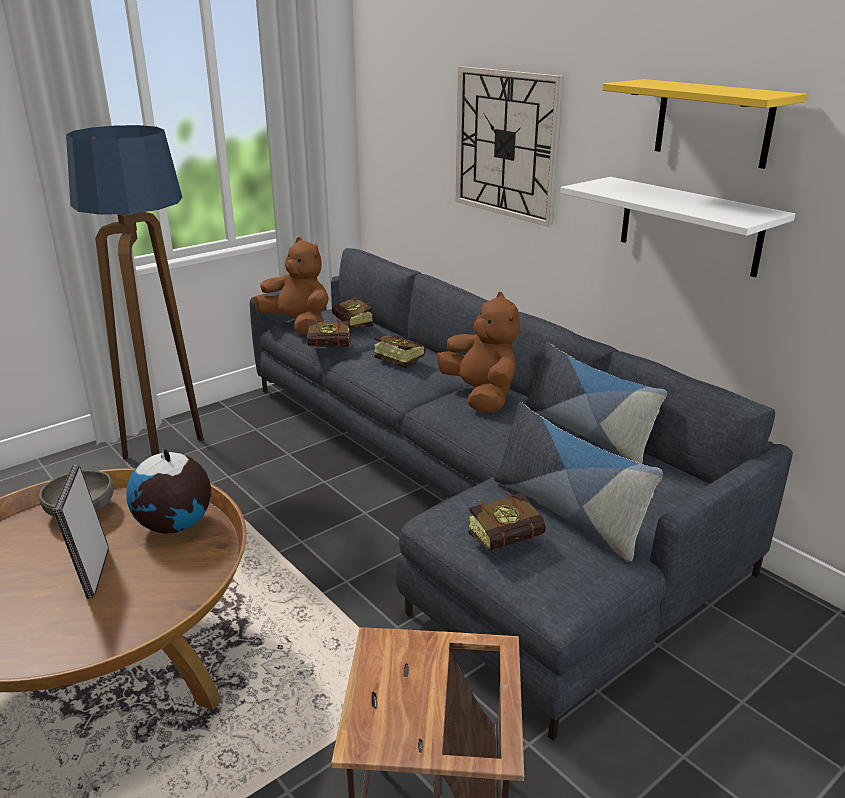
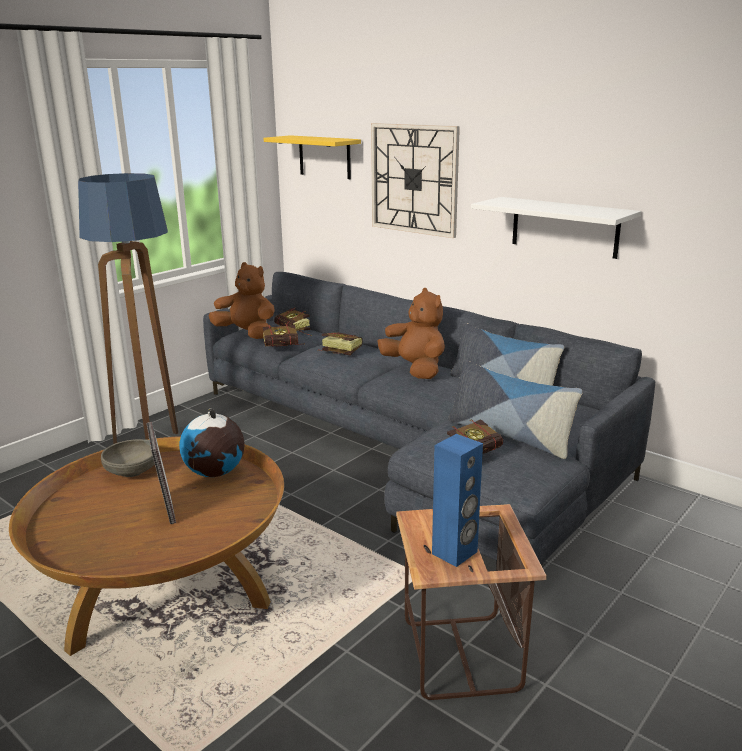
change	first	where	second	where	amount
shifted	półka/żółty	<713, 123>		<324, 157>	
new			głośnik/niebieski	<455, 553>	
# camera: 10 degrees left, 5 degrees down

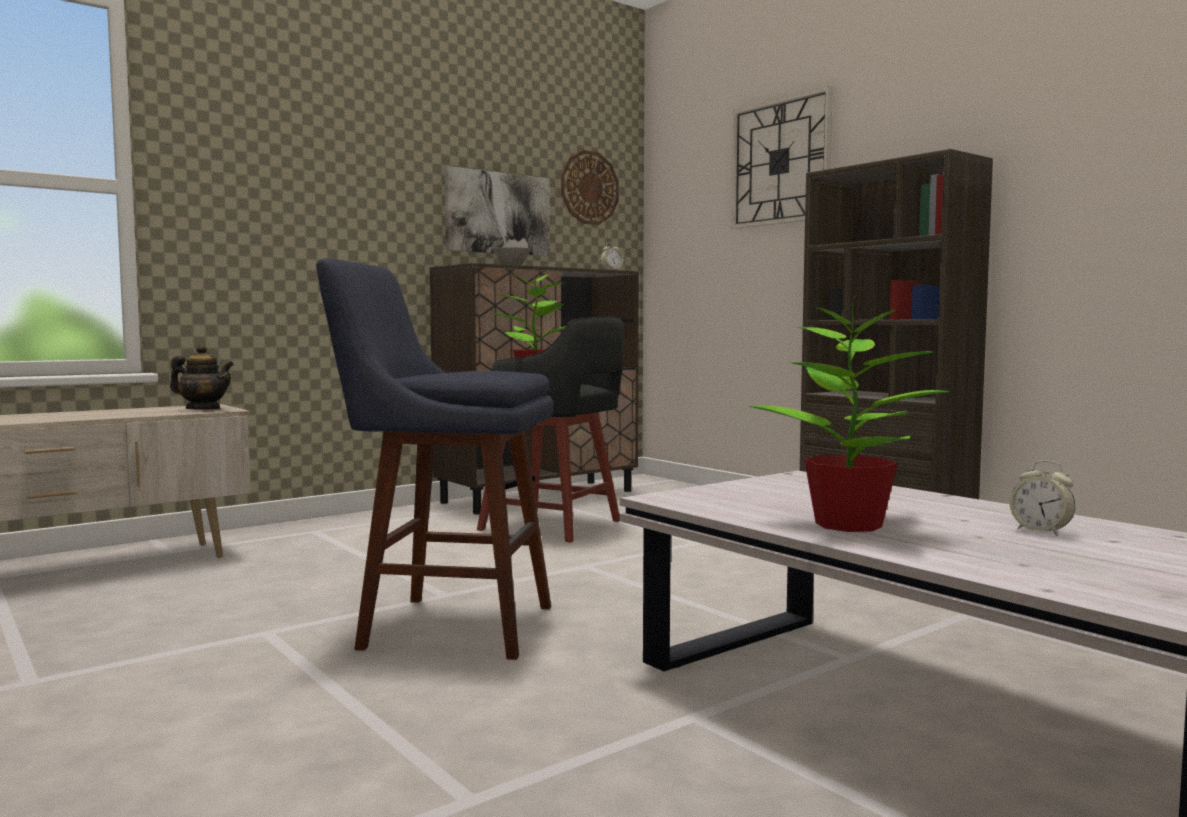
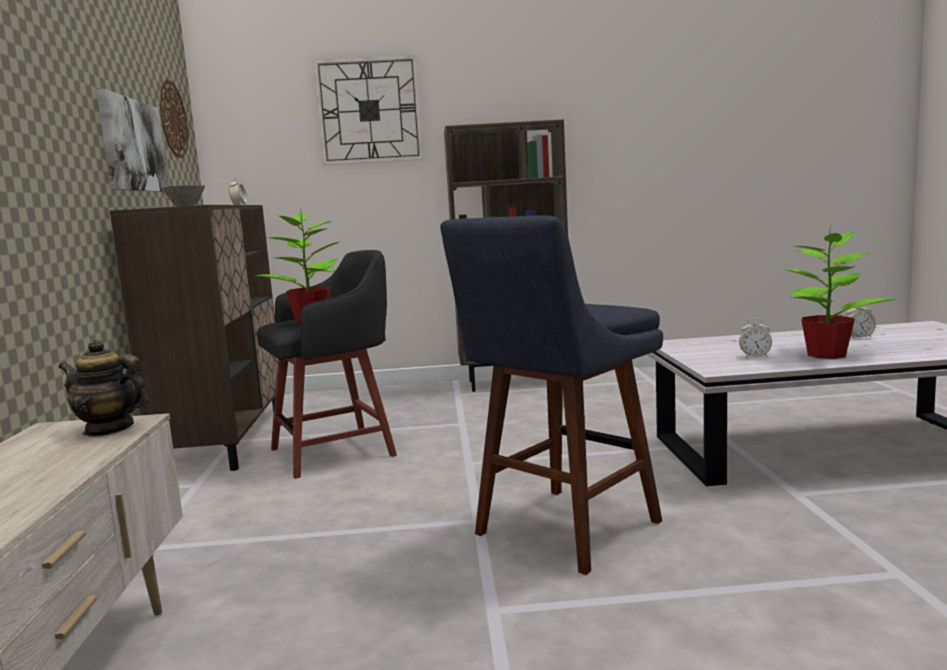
change	first	where	second	where	amount
rotated	imbryk	<203, 409>		<109, 429>	120 degrees counterclockwise
new			budzik	<755, 356>	
# camera: 55 degrees left, 5 degrees up

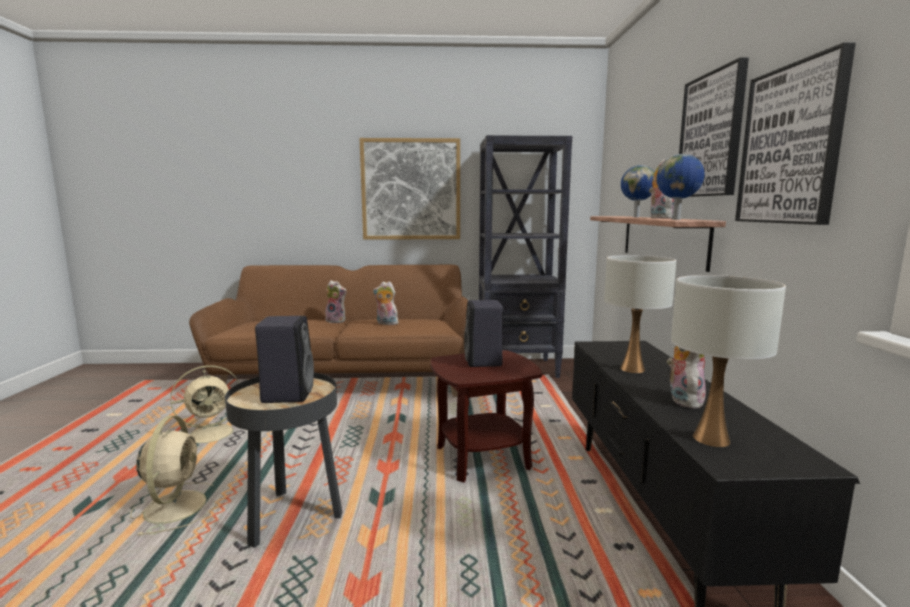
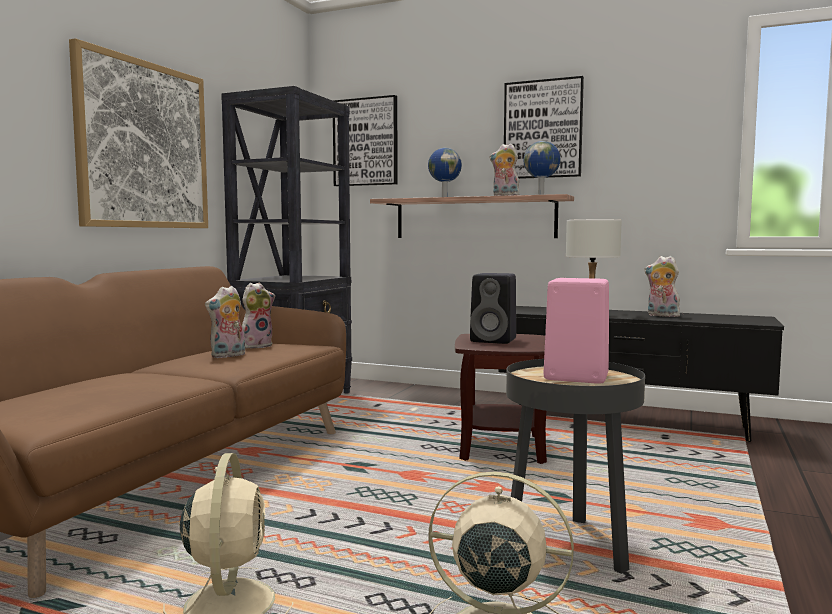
change	first	where	second	where	amount
shifted	pluszak	<337, 321>		<257, 346>	
shifted	obraz	<791, 145>		<366, 142>	
repainted	głośnik/czarny	<288, 394>	głośnik/różowy	<573, 377>	
gone	lampa stołowa/biały	<711, 439>			
# camera: 65 degrees left, 5 degrees down

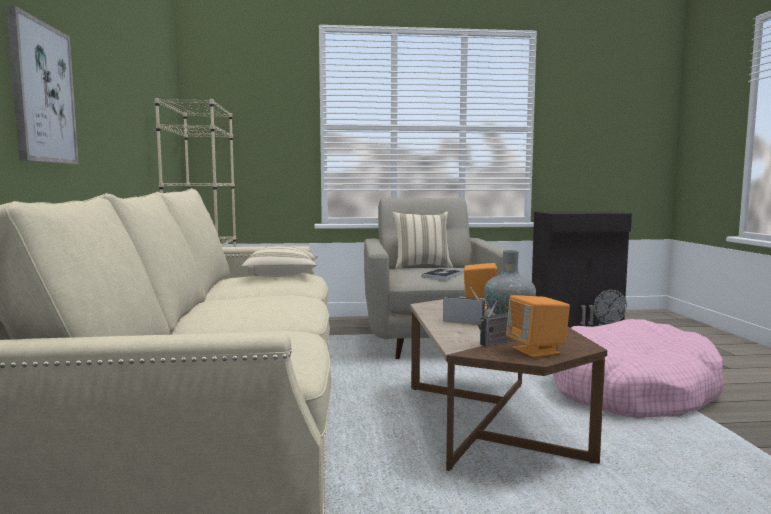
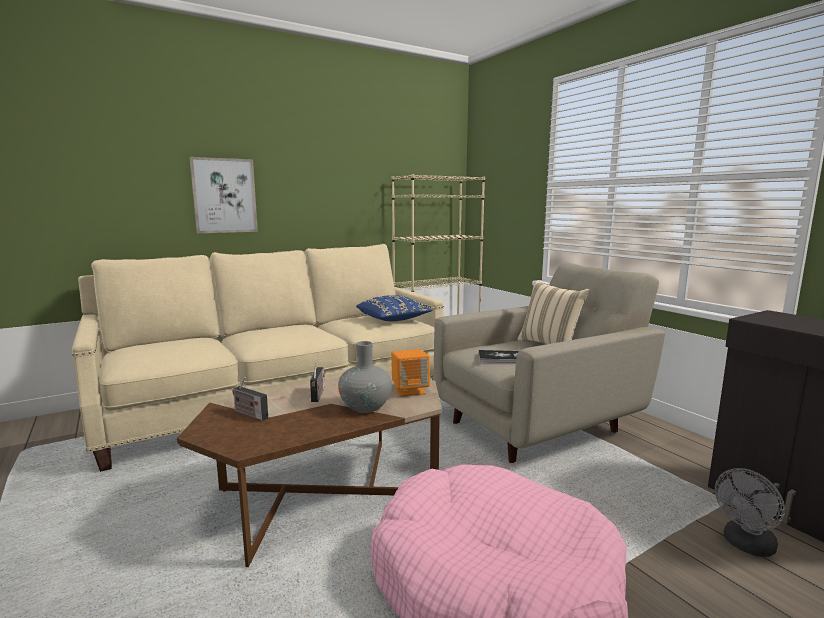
change	first	where	second	where	amount
repainted	poduszka/beżowy	<282, 275>	poduszka/niebieski	<393, 320>	
gone	głośnik/pomarańczowy	<536, 351>			
# camera: 65 degrees right, 5 degrees up

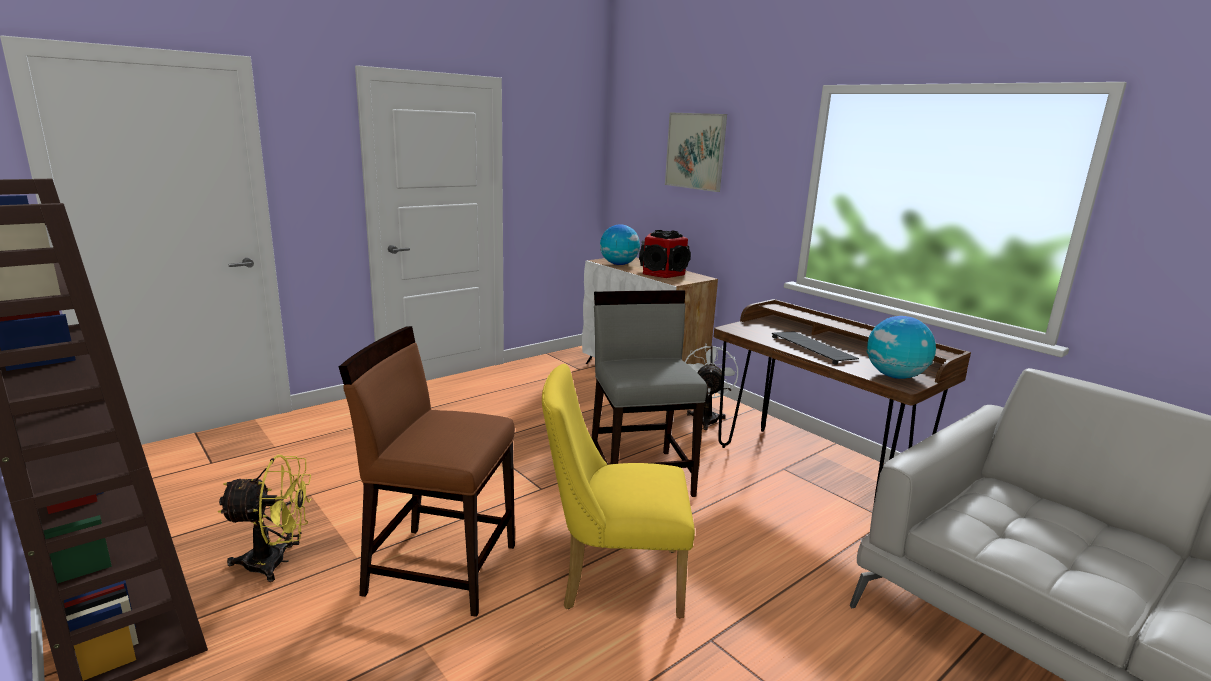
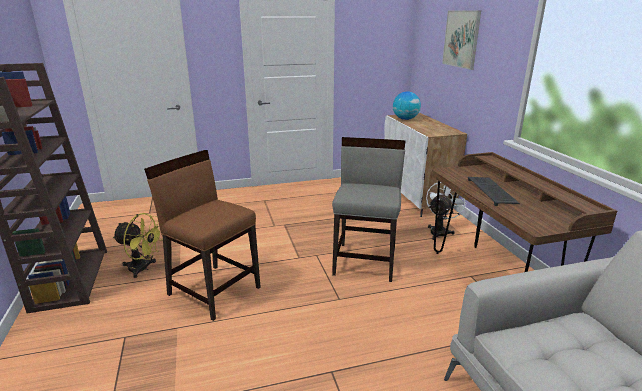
change	first	where	second	where	amount
gone	krzesło/żółty	<611, 579>			
gone	głośnik	<662, 273>			
gone	globus	<895, 376>			
# camera: 25 degrees right, 5 degrees up

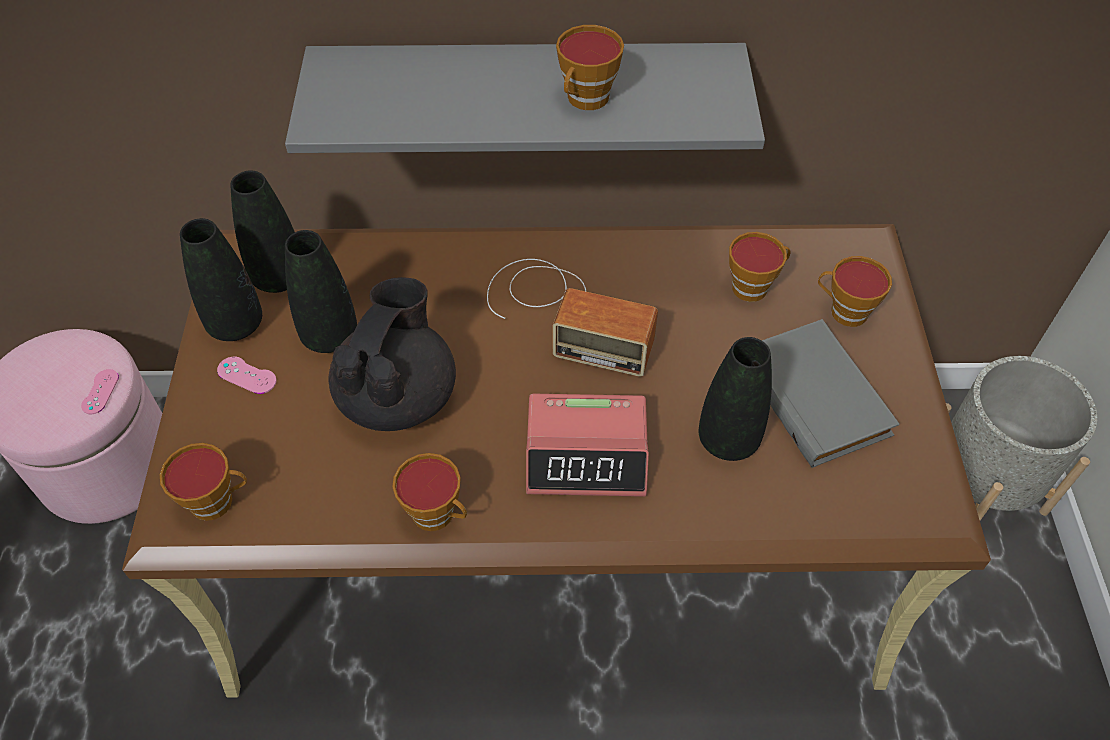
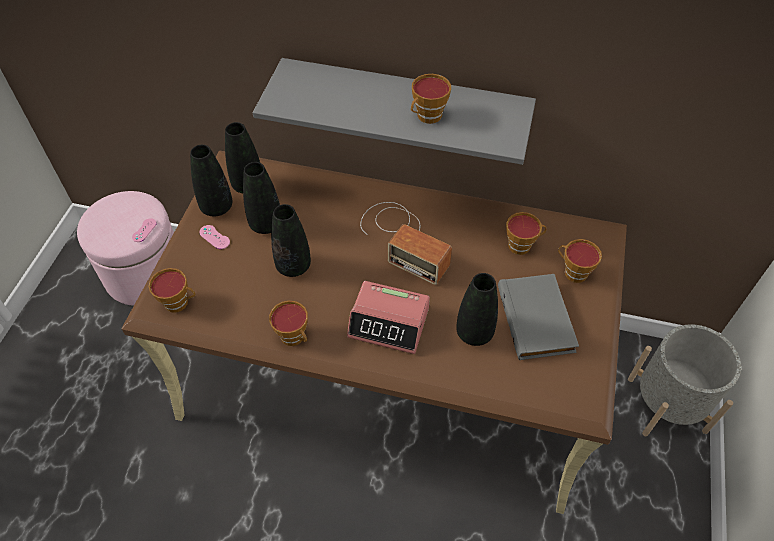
change	first	where	second	where	amount
swapped	imbryk/czarny	<398, 396>	wazon/czarny	<293, 266>	
# camera: 15 degrees right, 0 degrees up

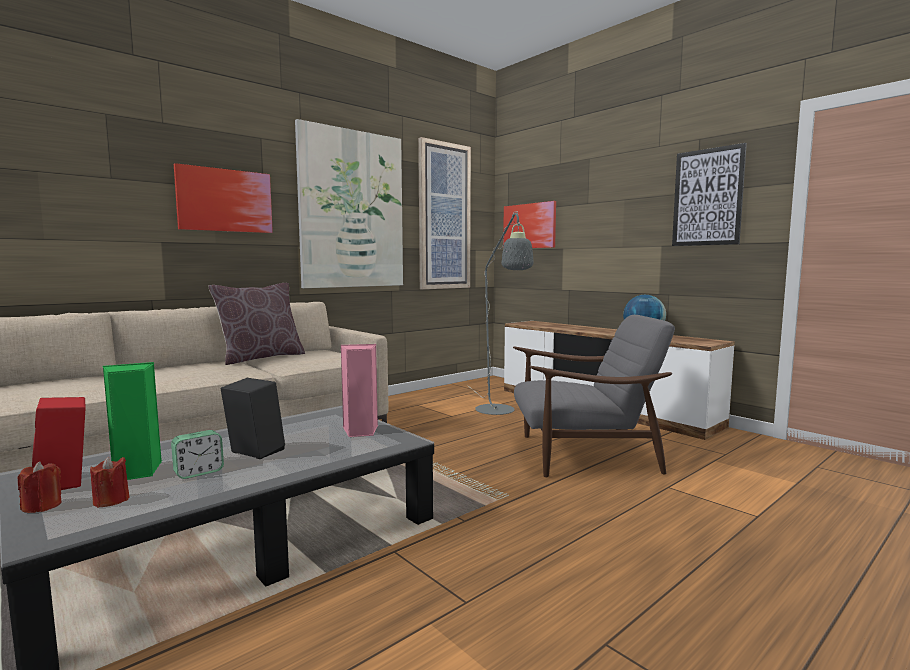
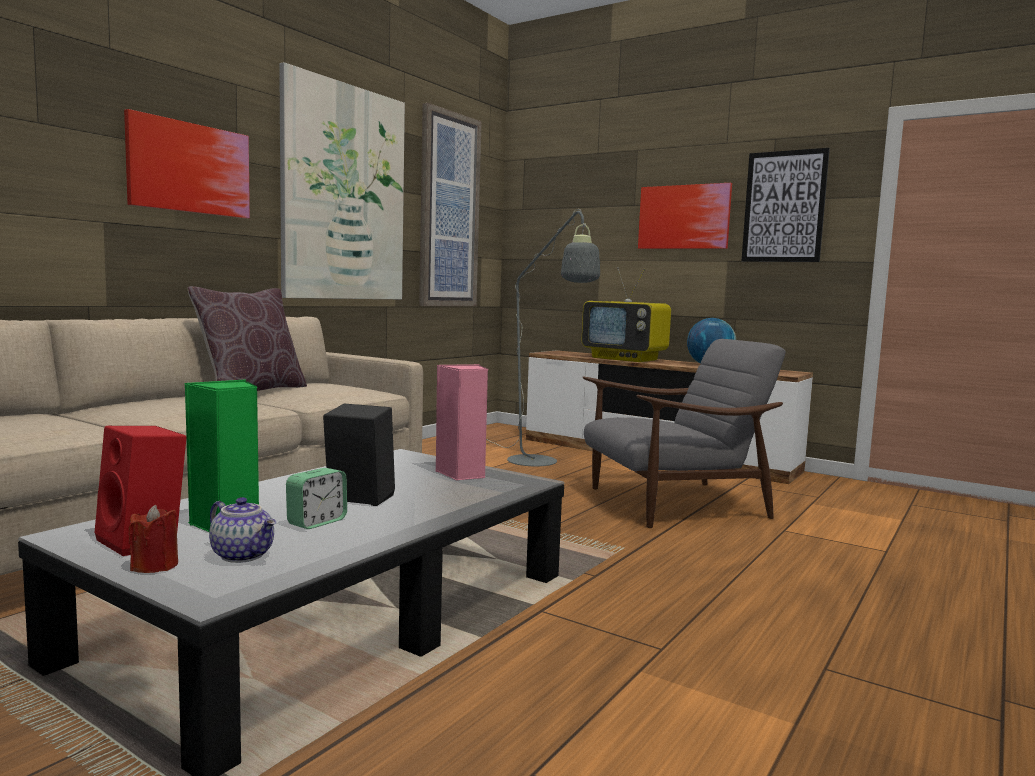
change	first	where	second	where	amount
swapped	świeca/czerwony	<111, 501>	imbryk	<244, 555>	
new			telewizor	<625, 359>	
shifted	obraz	<529, 226>		<684, 217>	
# camera: 15 degrees left, 0 degrees up

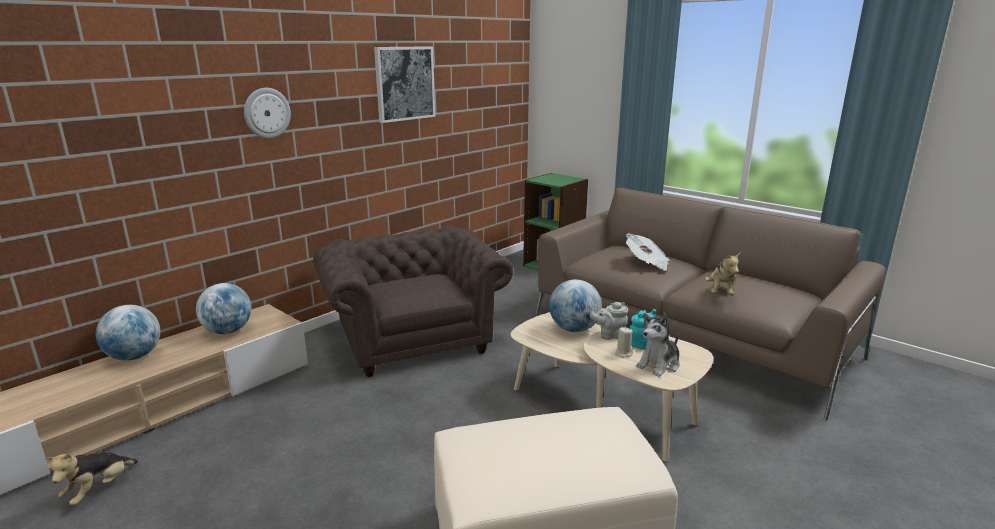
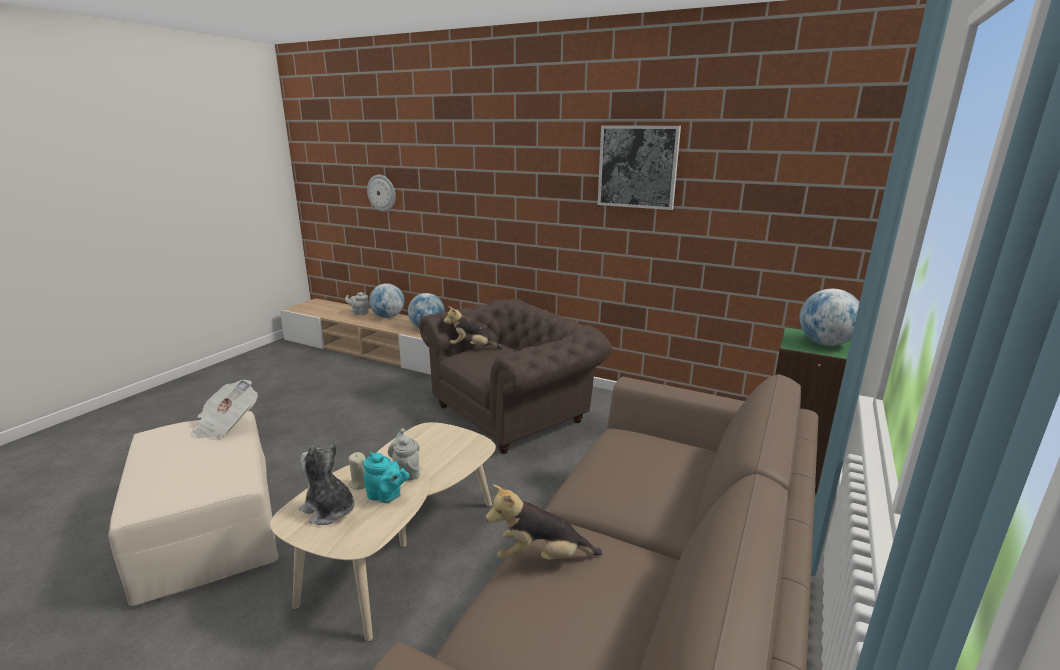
change	first	where	second	where	amount
shifted	gazeta	<647, 263>		<226, 425>	
new			imbryk/szary	<359, 313>	
shifted	zegar ścienny	<267, 113>		<382, 193>	
shifted	pluszak	<99, 489>		<472, 347>	
shifted	globus	<574, 329>		<825, 343>	
# camera: 75 degrees right, 0 degrees up

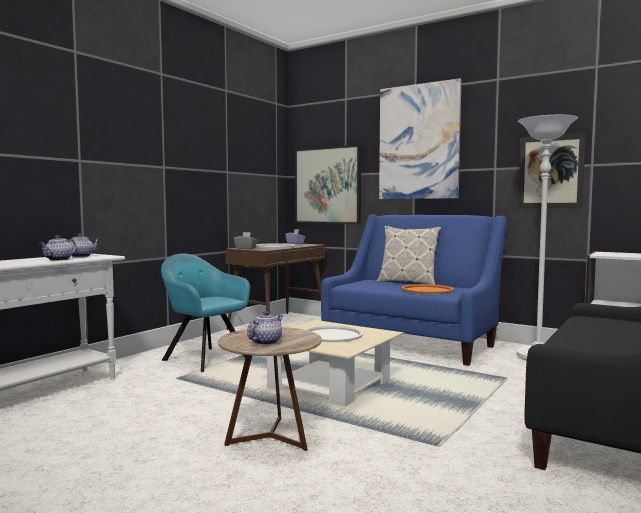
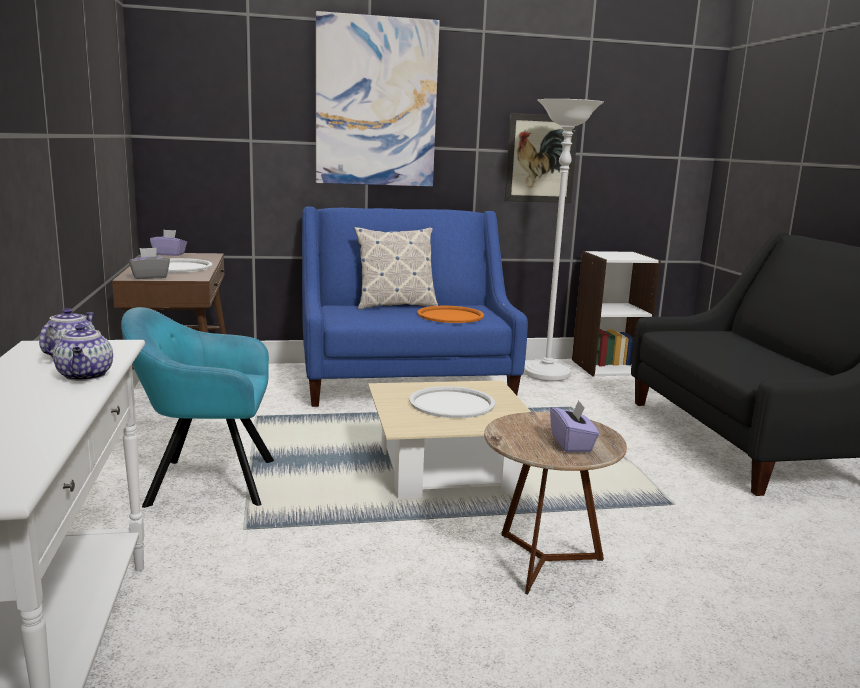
change	first	where	second	where	amount
swapped	imbryk	<266, 342>	pudełko chusteczek/fioletowy	<572, 444>	
gone	obraz	<328, 185>			
# camera: 45 degrees left, 10 degrees up

